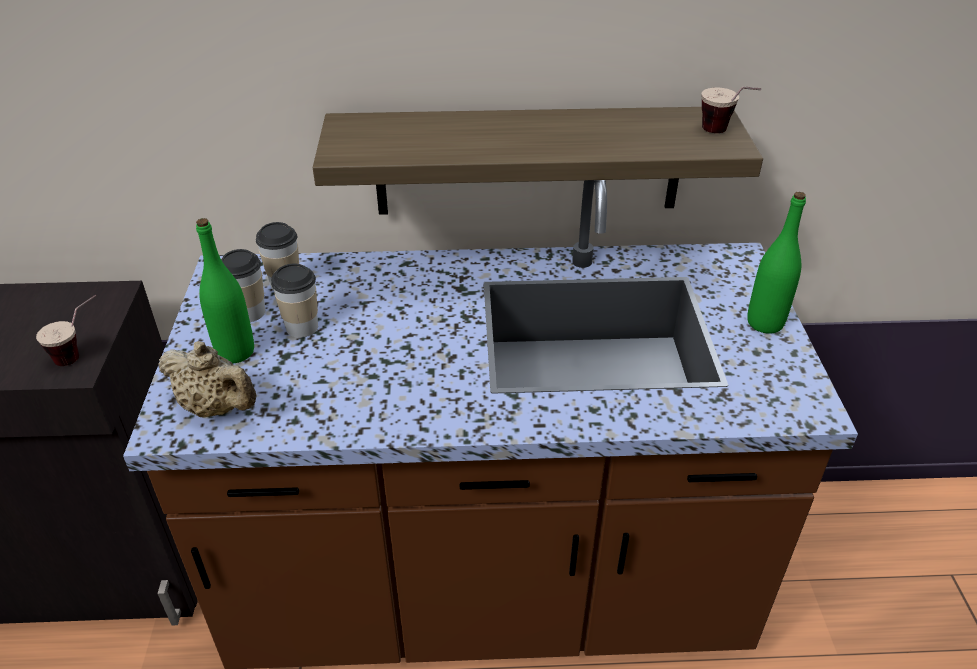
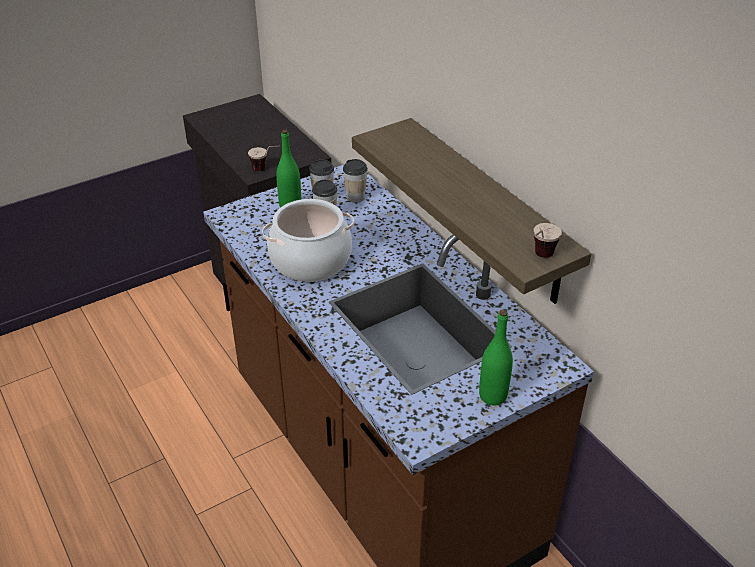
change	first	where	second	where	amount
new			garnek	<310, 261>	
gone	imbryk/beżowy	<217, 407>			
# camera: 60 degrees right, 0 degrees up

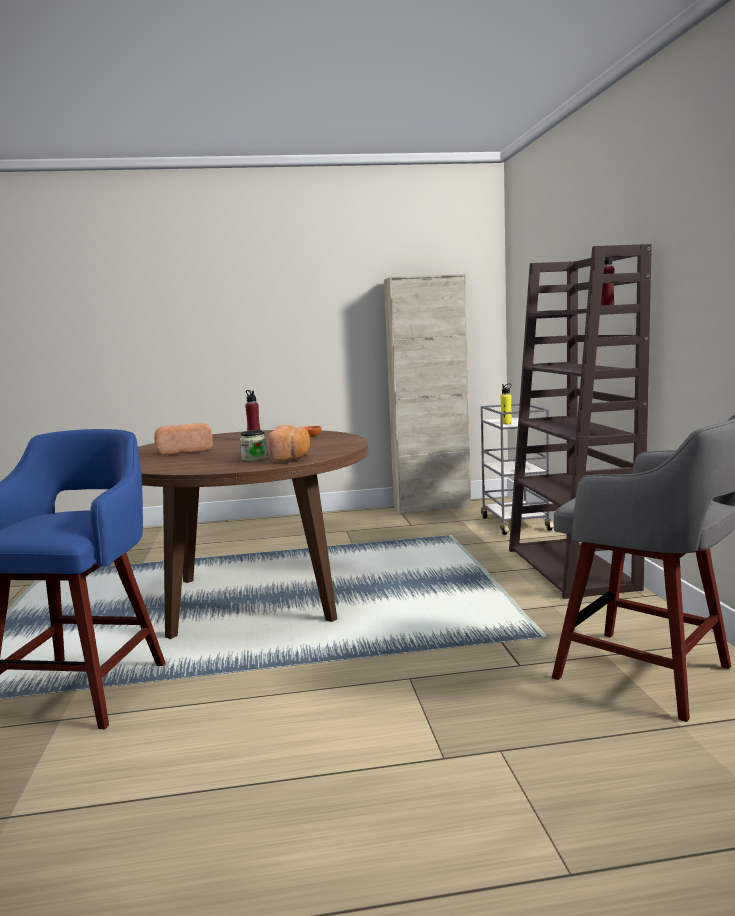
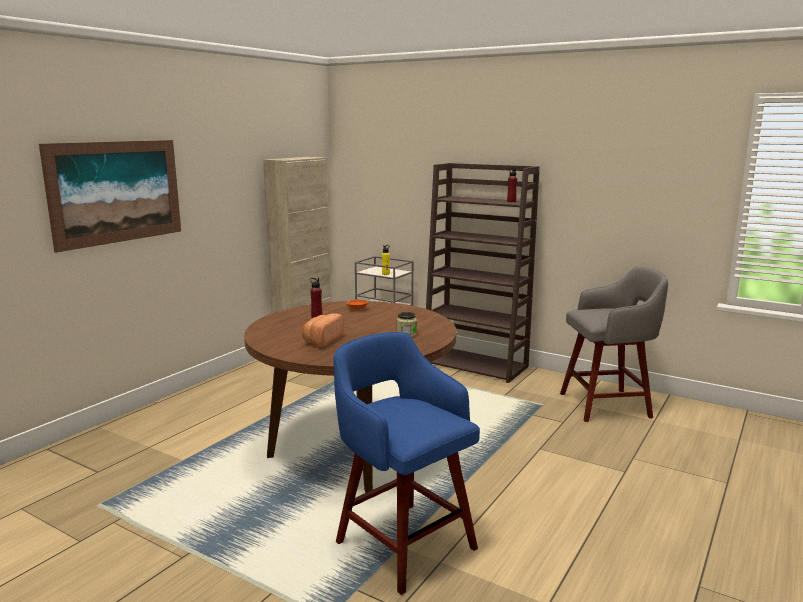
change	first	where	second	where	amount
new			obraz	<116, 192>	
gone	chleb	<292, 458>			
# camera: 50 degrees left, 5 degrees up

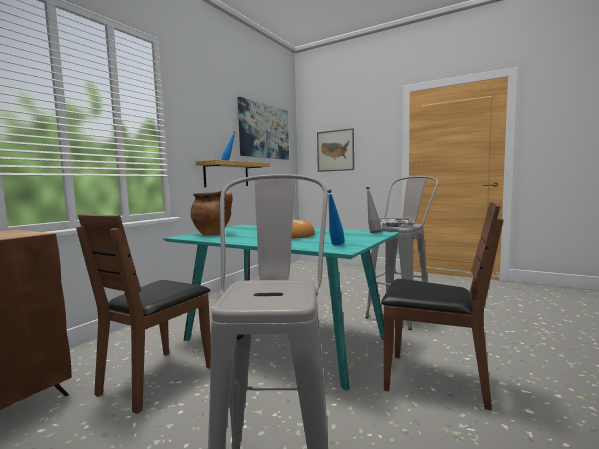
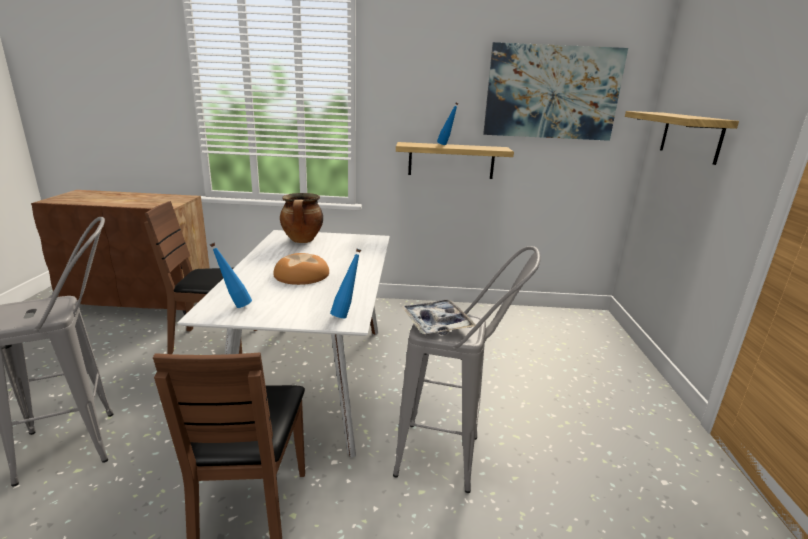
change	first	where	second	where	amount
repainted	stół jadalny/turkusowy	<282, 339>	stół jadalny/biały	<311, 378>	
repainted	butelka/szary	<372, 233>	butelka/niebieski	<346, 315>	
swapped	obraz	<335, 150>	półka	<690, 136>	
# camera: 60 degrees right, 15 degrees up

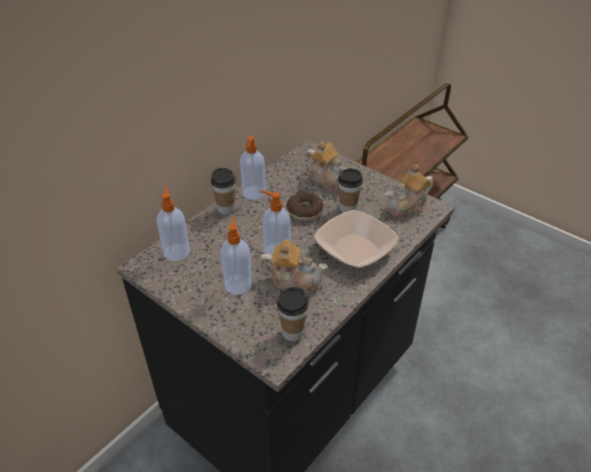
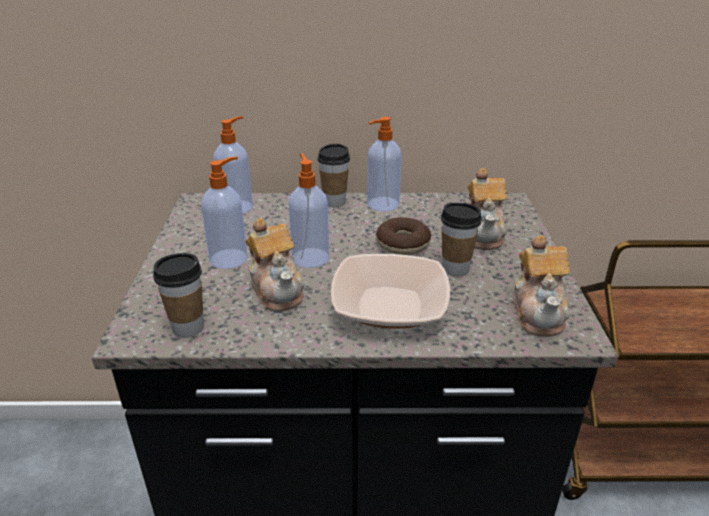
change	first	where	second	where	amount
rotated	imbryk	<407, 206>		<538, 312>	105 degrees counterclockwise
# camera: 50 degrees right, 10 degrees down

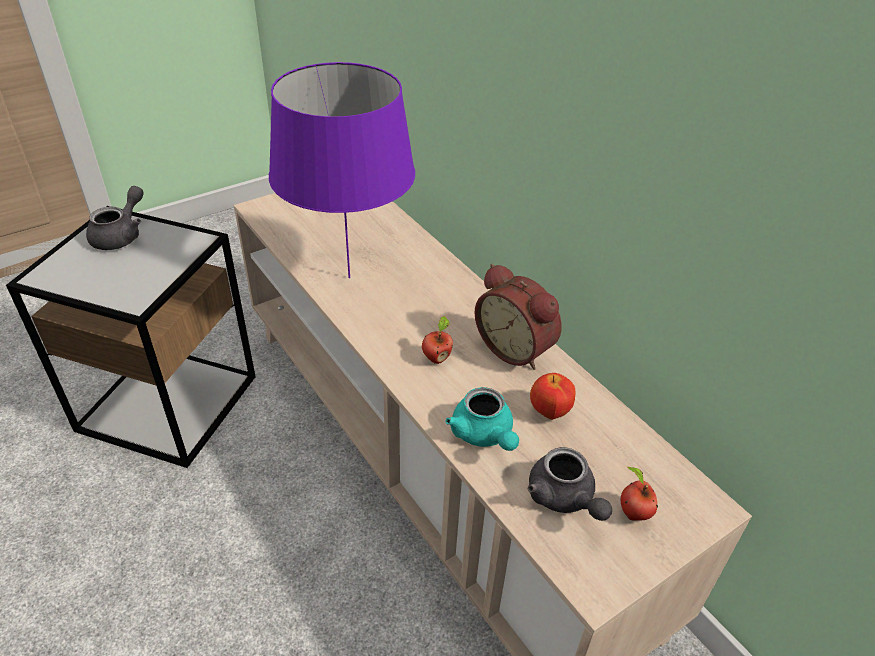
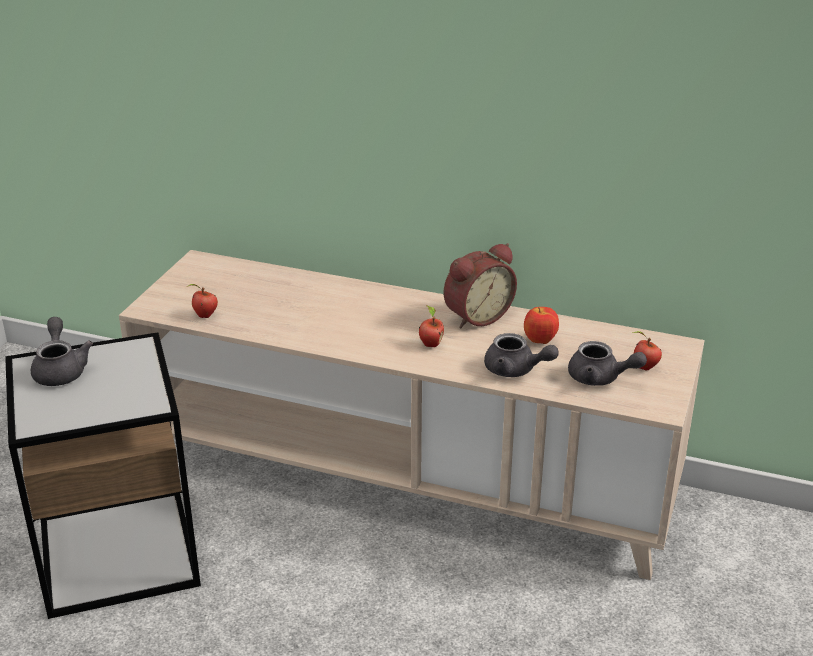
change	first	where	second	where	amount
new			jabłko	<204, 316>	
rotated	budzik	<516, 348>		<476, 316>	45 degrees counterclockwise
repainted	imbryk/turkusowy	<484, 435>	imbryk/szary	<515, 370>	
gone	lampa stołowa/fioletowy	<348, 277>			
# camera: 35 degrees left, 10 degrees down

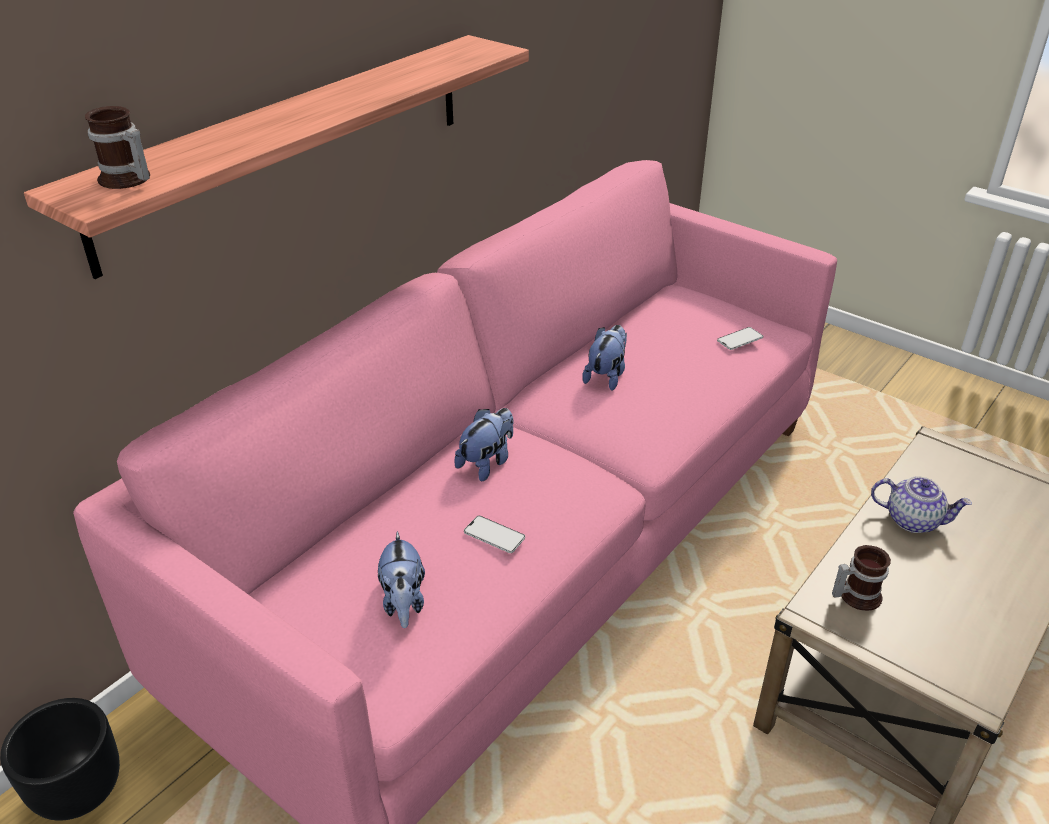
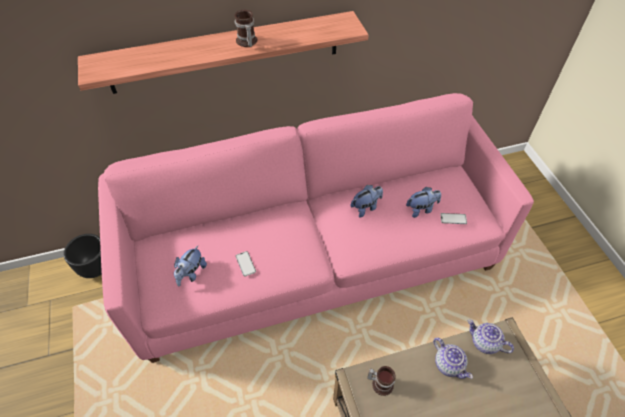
change	first	where	second	where	amount
shifted	kubek	<125, 180>		<246, 42>	
shifted	pluszak	<487, 462>		<421, 209>	
new			imbryk	<484, 343>	
# camera: 35 degrees right, 15 degrees up

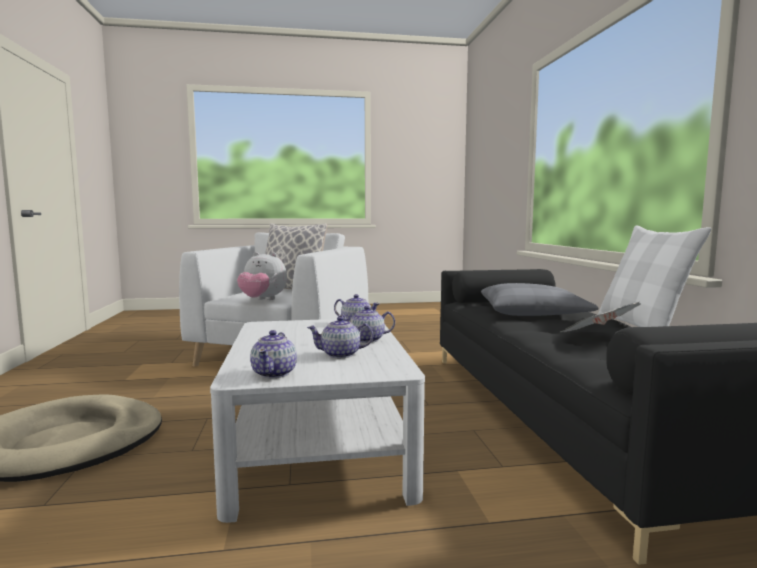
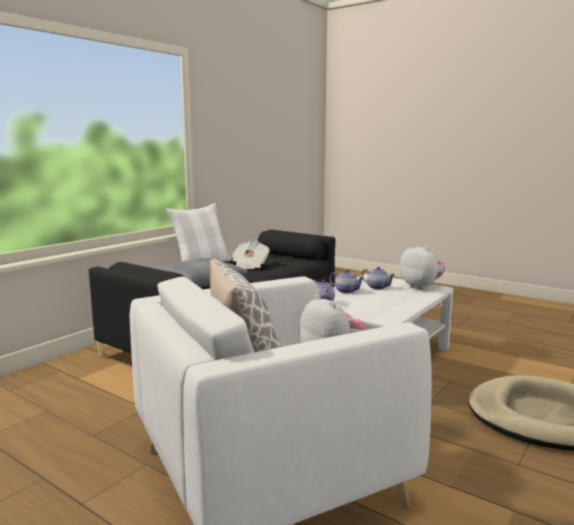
change	first	where	second	where	amount
swapped	imbryk	<275, 373>	pluszak	<421, 287>	
# camera: 135 degrees left, 5 degrees up

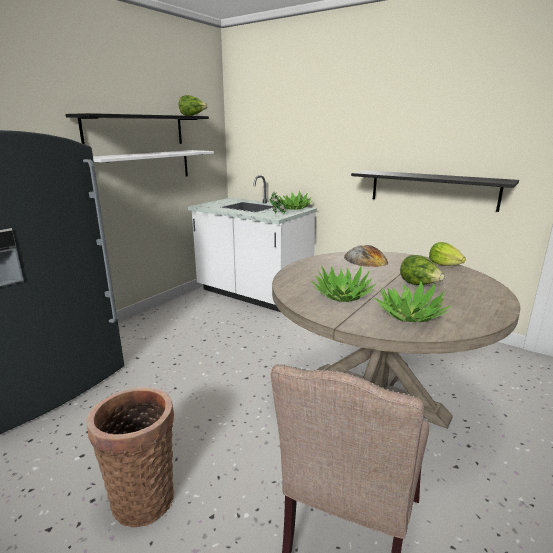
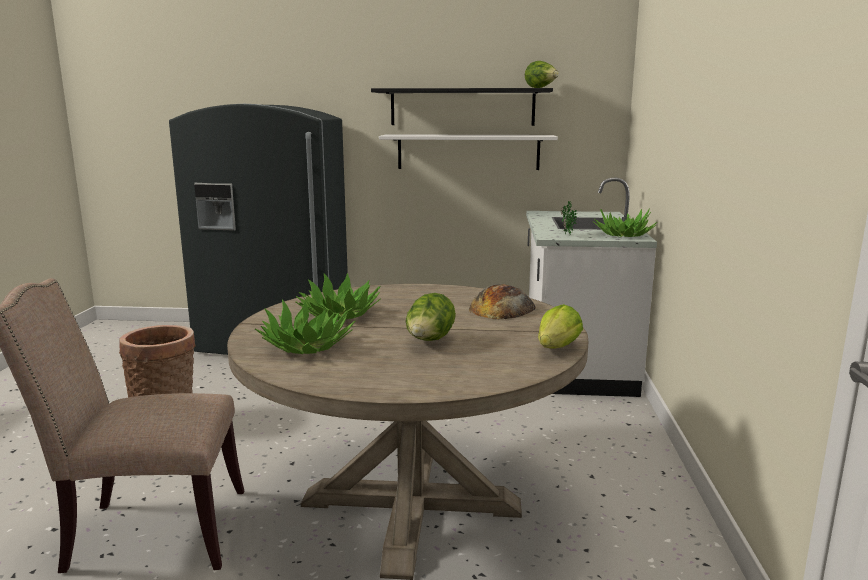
change	first	where	second	where	amount
gone	półka/czarny	<432, 189>			
# camera: 60 degrees right, 5 degrees down

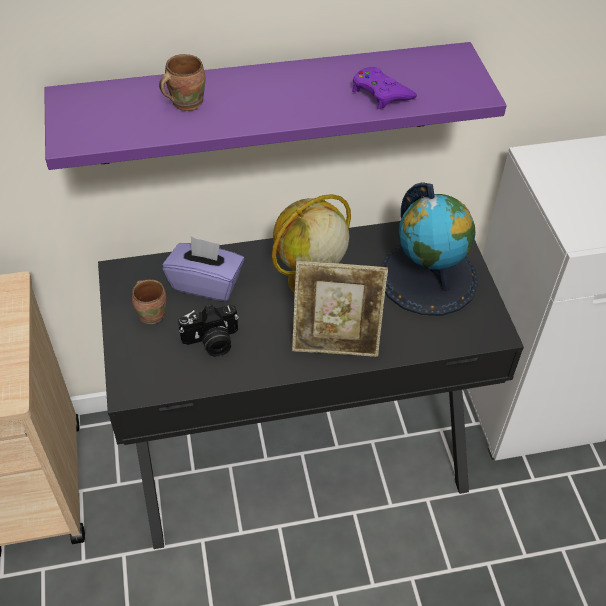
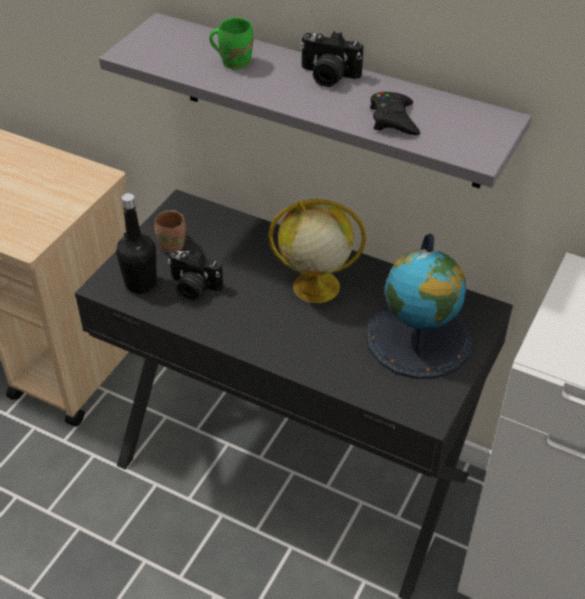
change	first	where	second	where	amount
repainted	półka/fioletowy	<265, 104>	półka/szary	<329, 101>	
new			butelka/czarny	<141, 283>	
repainted	kubek/brązowy	<184, 102>	kubek/zielony	<234, 61>	
new			aparat fotograficzny	<328, 76>	
repainted	pad do gier/fioletowy	<380, 93>	pad do gier/czarny	<393, 119>	
gone	pudełko chusteczek/fioletowy	<206, 283>			
gone	ramka na zdjęcie	<336, 341>			
# camera: 40 degrees right, 5 degrees down

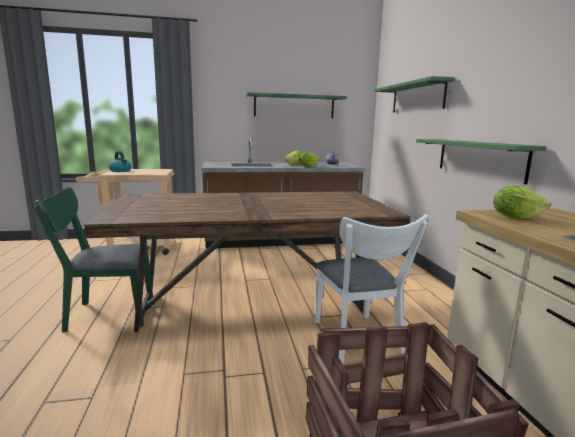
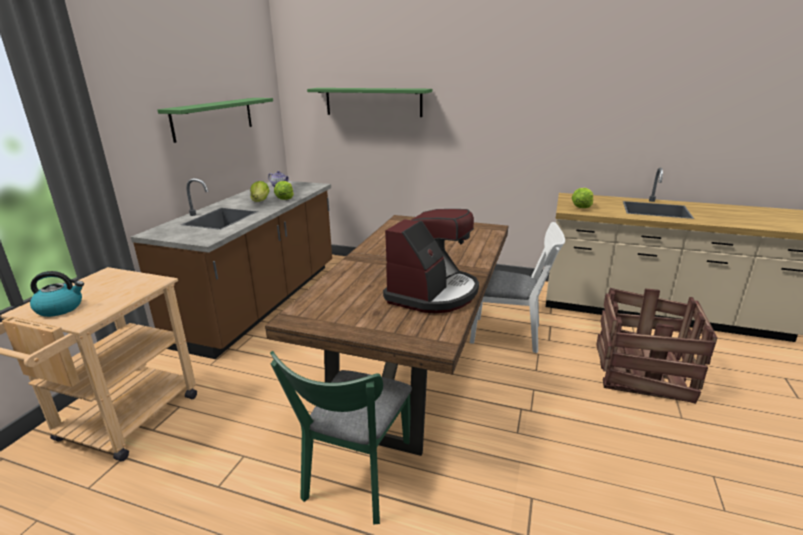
change	first	where	second	where	amount
new			ekspres do kawy	<433, 293>	
gone	półka/zielony	<479, 158>			
# camera: 60 degrees left, 10 degrees up

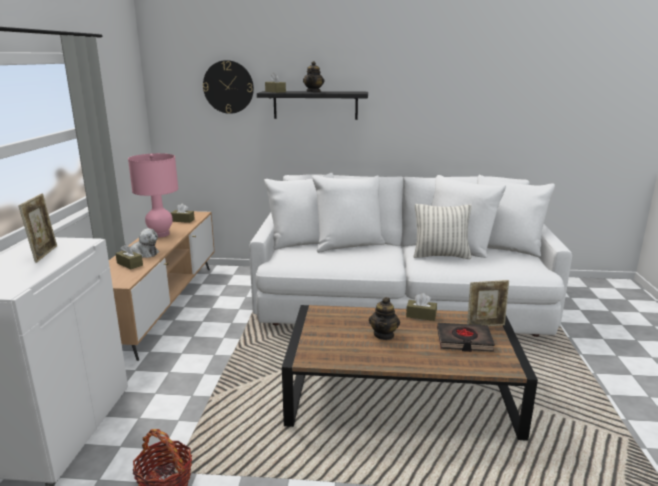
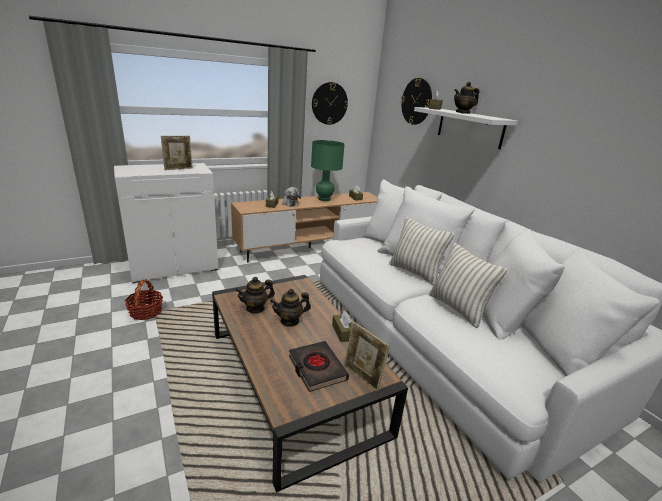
change	first	where	second	where	amount
new			imbryk	<255, 308>	
repainted	lampa stołowa/różowy	<160, 234>	lampa stołowa/zielony	<324, 199>	
new			zegar ścienny	<329, 103>	
new			poduszka	<415, 272>	
repainted	półka/czarny	<315, 105>	półka/biały	<469, 127>	
# camera: 55 degrees right, 5 degrees up

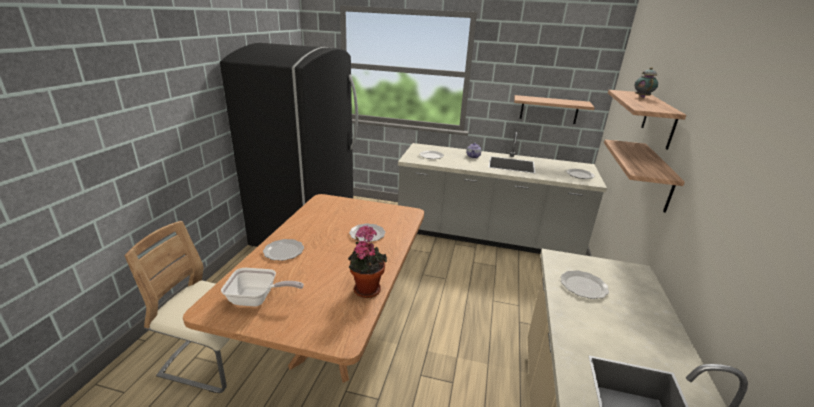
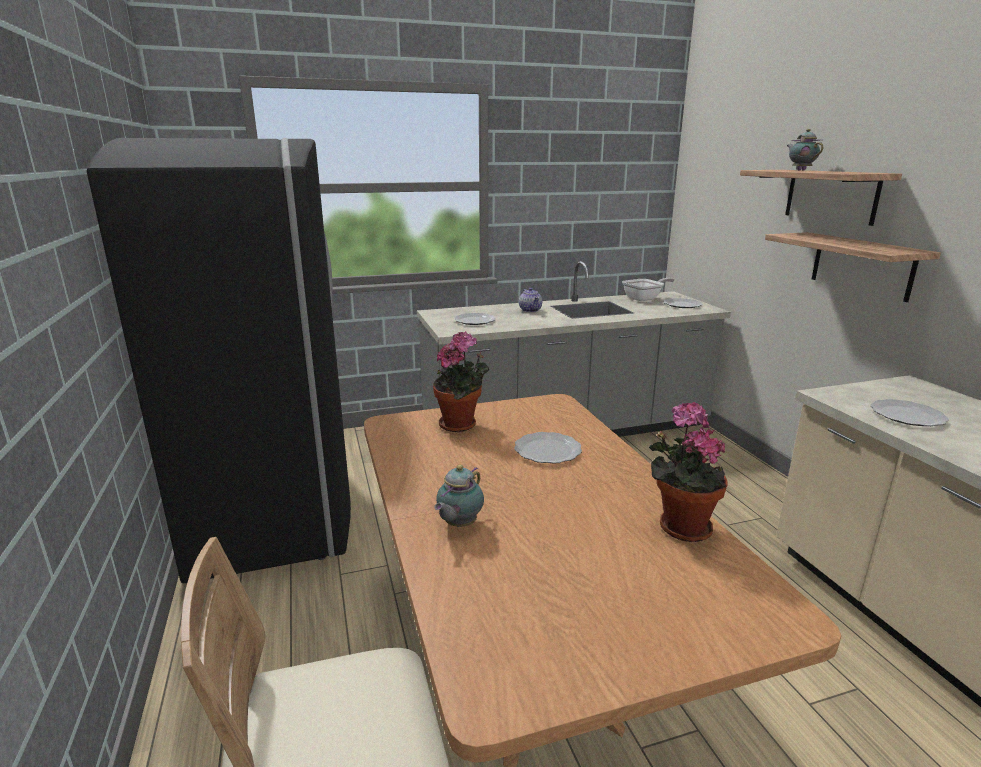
change	first	where	second	where	amount
new			roślina doniczkowa	<461, 425>	
swapped	talerz	<284, 251>	imbryk	<459, 525>	
shifted	patelnia	<257, 299>		<645, 299>	
gone	półka	<549, 109>			
# camera: 30 degrees left, 5 degrees down

